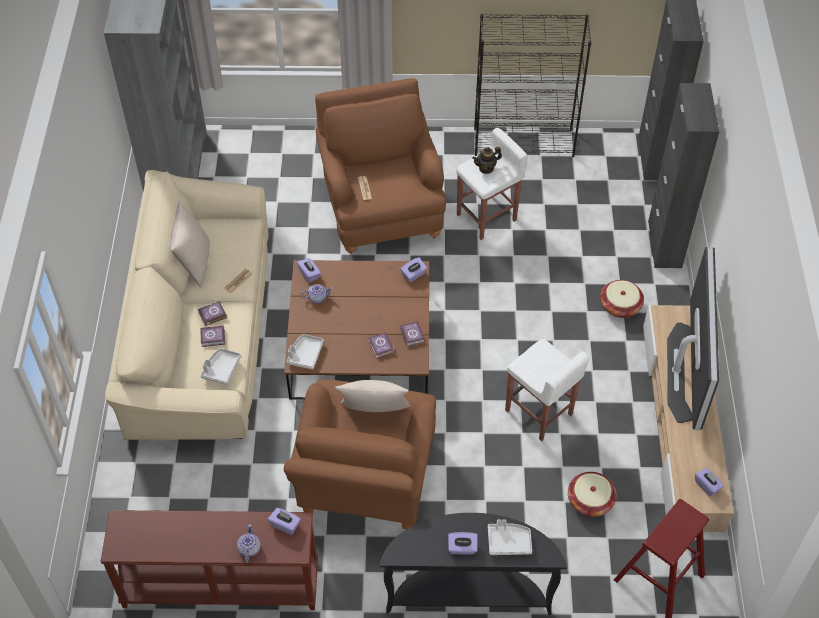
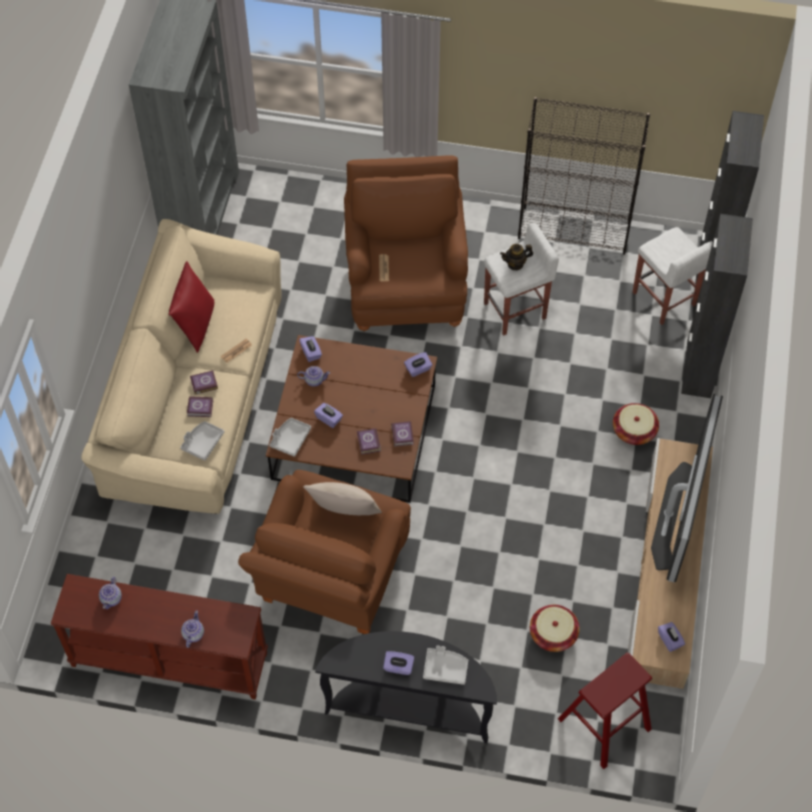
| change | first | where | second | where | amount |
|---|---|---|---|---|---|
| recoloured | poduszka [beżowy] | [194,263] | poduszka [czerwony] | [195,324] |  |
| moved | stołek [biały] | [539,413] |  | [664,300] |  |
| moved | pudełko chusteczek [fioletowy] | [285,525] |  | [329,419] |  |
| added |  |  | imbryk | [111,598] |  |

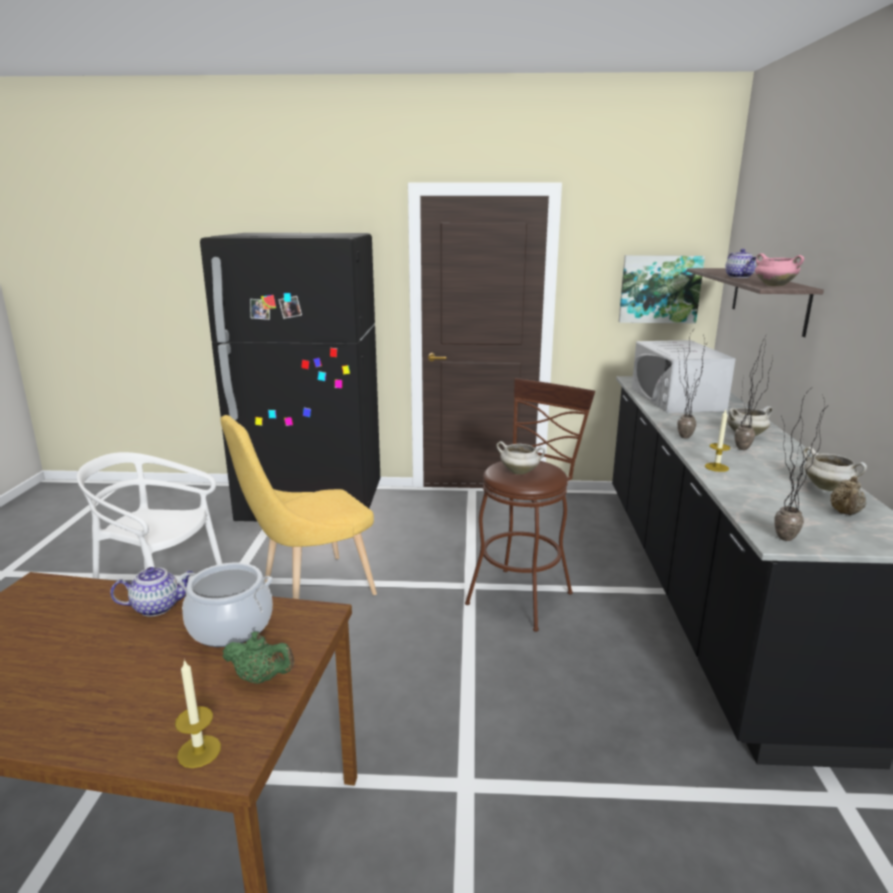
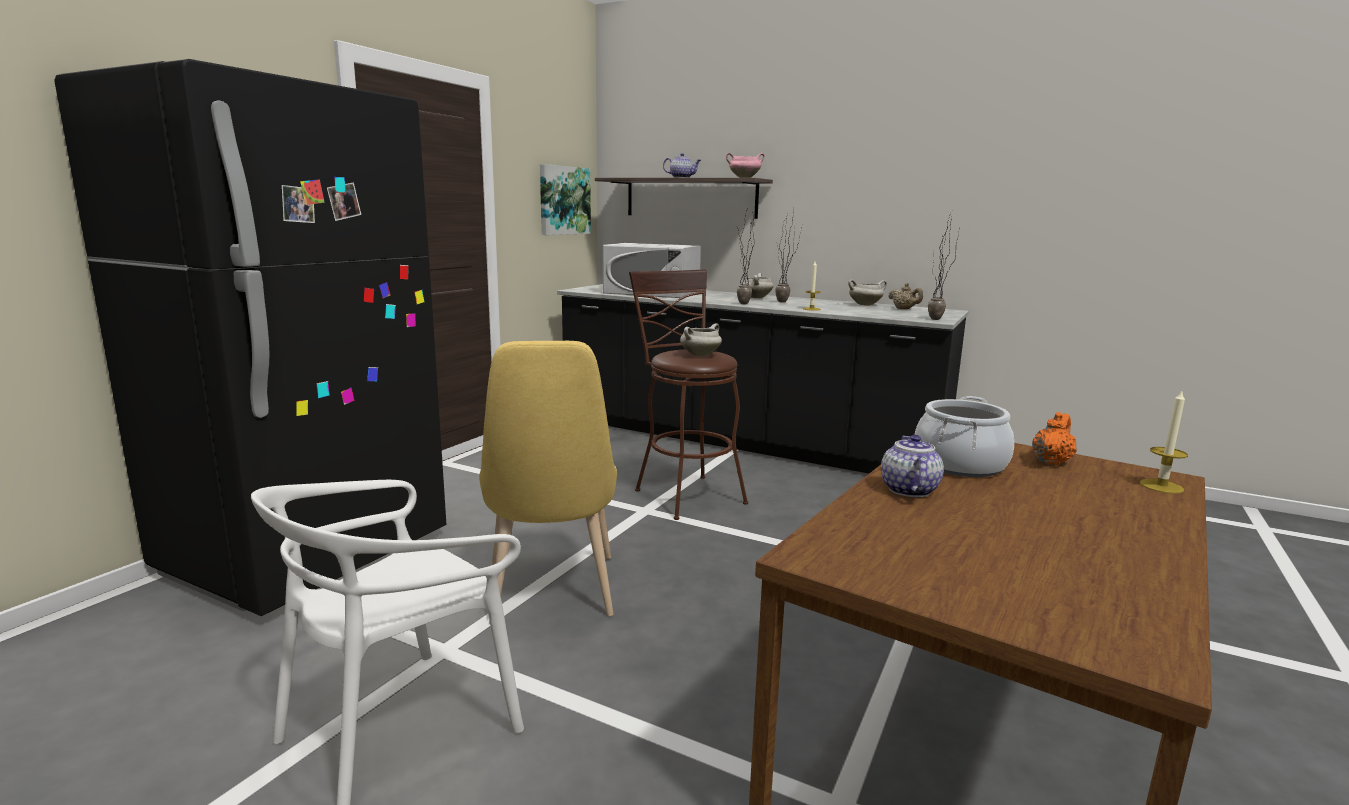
| change | first | where | second | where | amount |
|---|---|---|---|---|---|
| recoloured | imbryk [zielony] | [261,678] | imbryk [pomarańczowy] | [1051,461] |  |

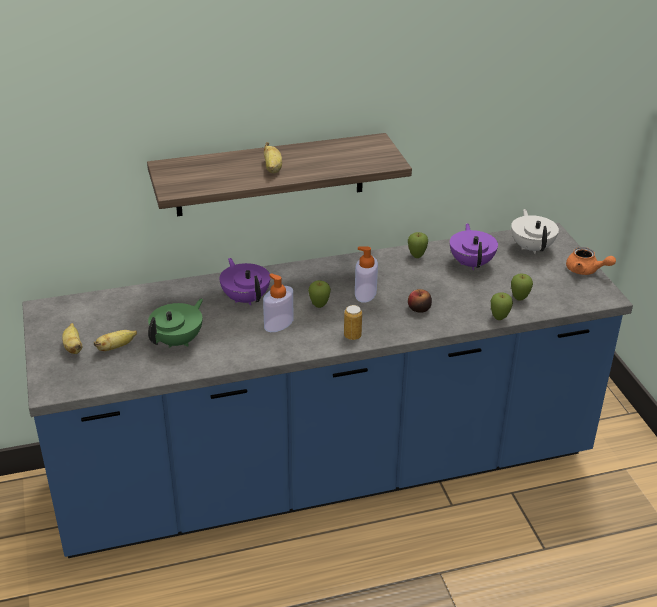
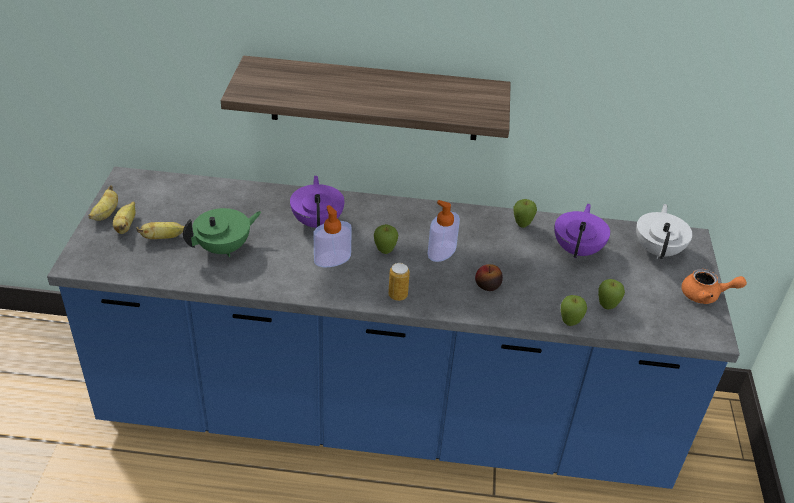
| change | first | where | second | where | amount |
|---|---|---|---|---|---|
| moved | banan | [272,169] |  | [106,214] |  |
| turned | imbryk [pomarańczowy] | [586,270] |  | [706,295] | 45 degrees counterclockwise |

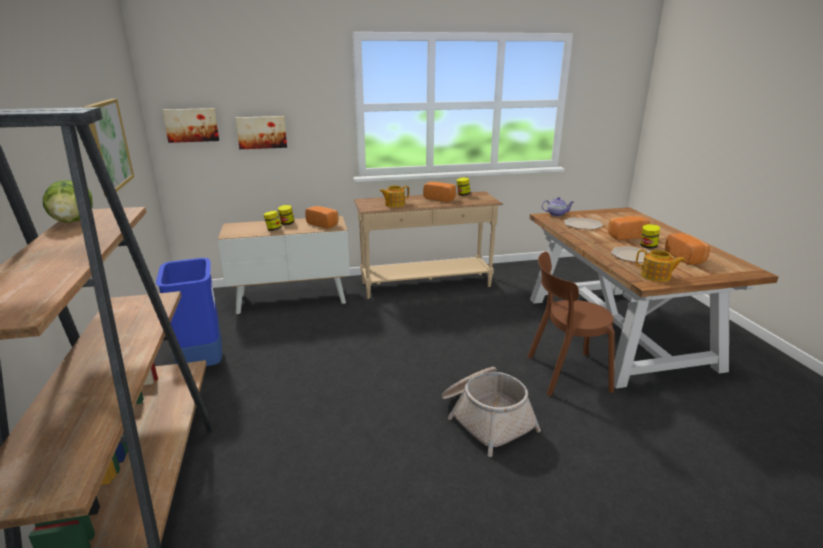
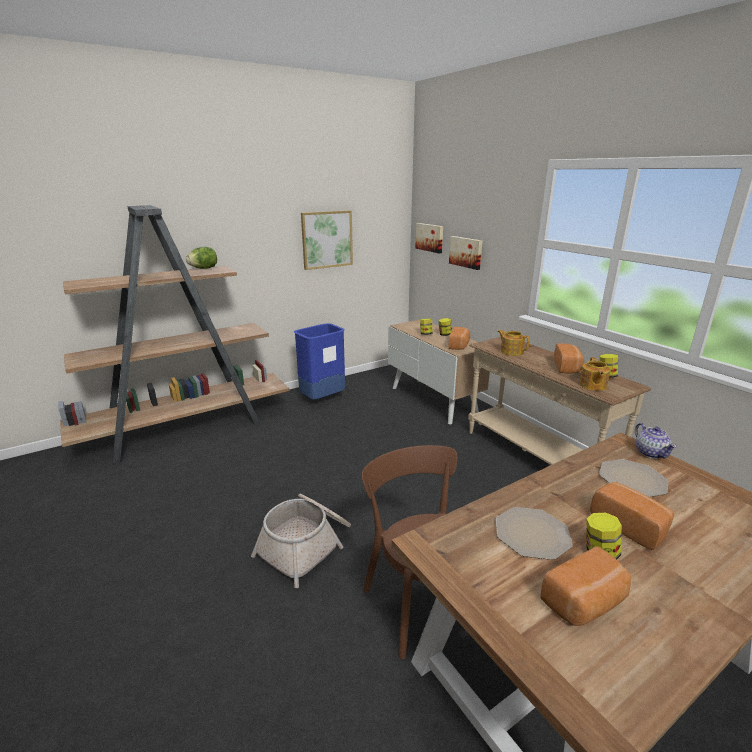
| change | first | where | second | where | amount |
|---|---|---|---|---|---|
| moved | imbryk | [656,276] |  | [592,385] |  |

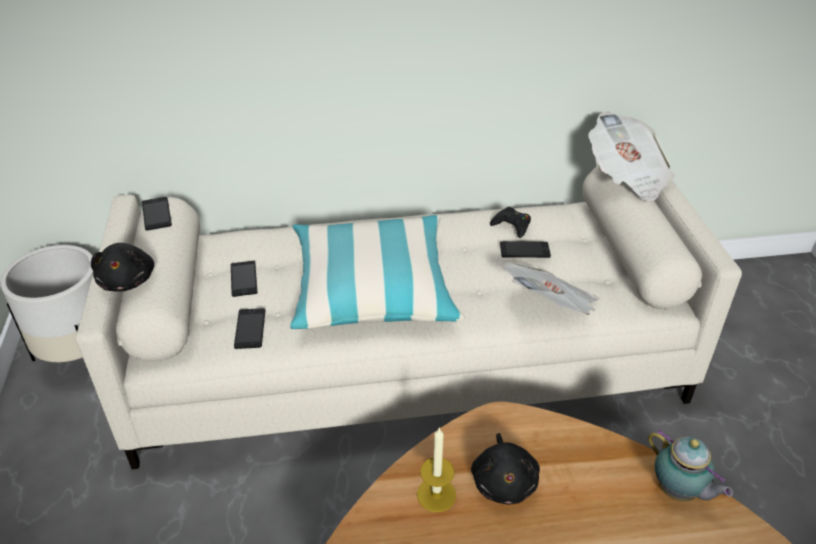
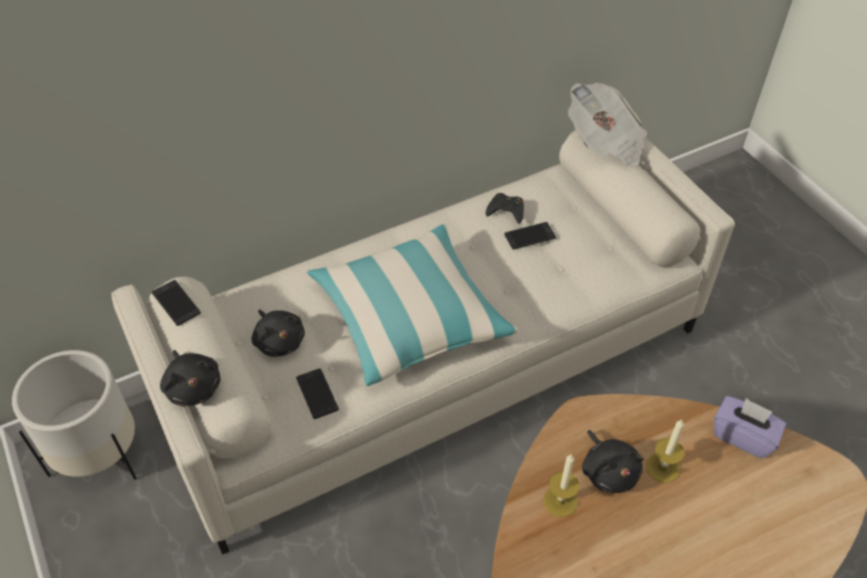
| change | first | where | second | where | amount |
|---|---|---|---|---|---|
| replaced | telefon | [243,279] | pluszak [czarny] | [279,341] |  |
| removed | gazeta | [551,307] |  |  |  |
| replaced | imbryk | [678,492] | pudełko chusteczek [fioletowy] | [743,436] |  |
| added |  |  | świeca | [662,467] |  |

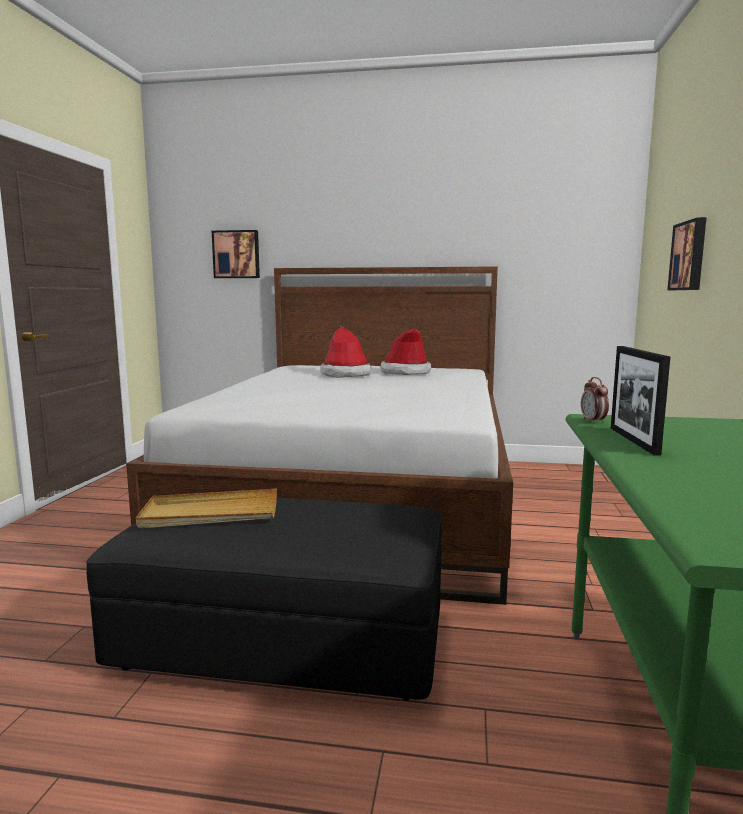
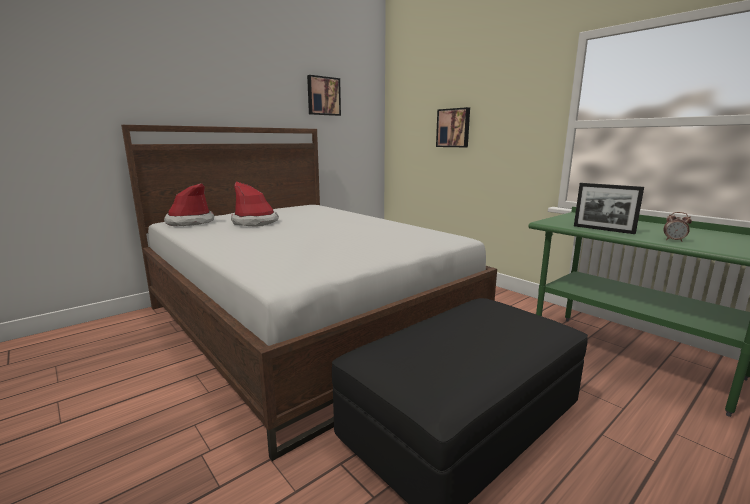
| change | first | where | second | where | amount |
|---|---|---|---|---|---|
| moved | obraz | [236,254] |  | [323,96] |  |
| moved | kapelusz | [405,372] |  | [190,222] |  |
| moved | budzik | [593,421] |  | [674,240] |  |
| removed | taca [beżowy] | [210,514] |  |  |  |

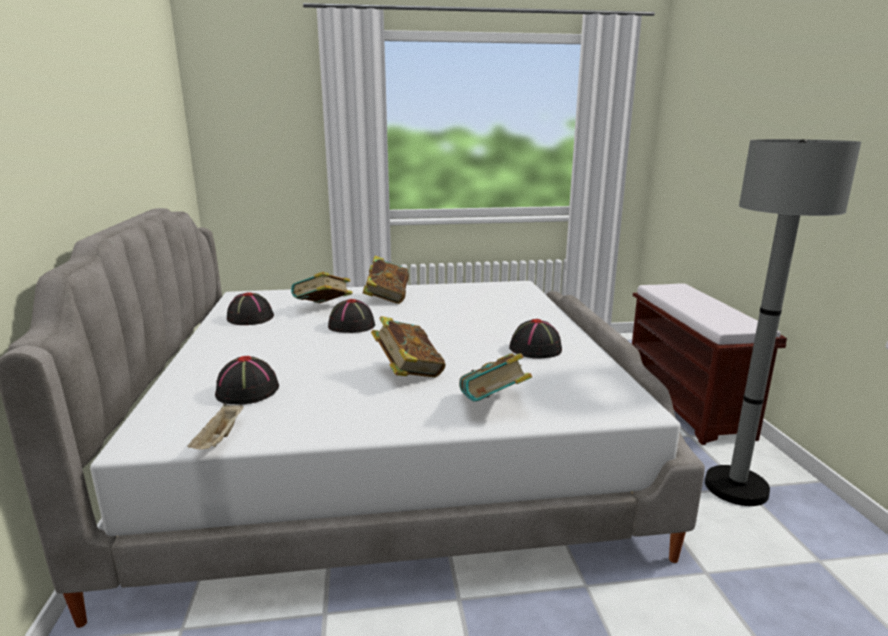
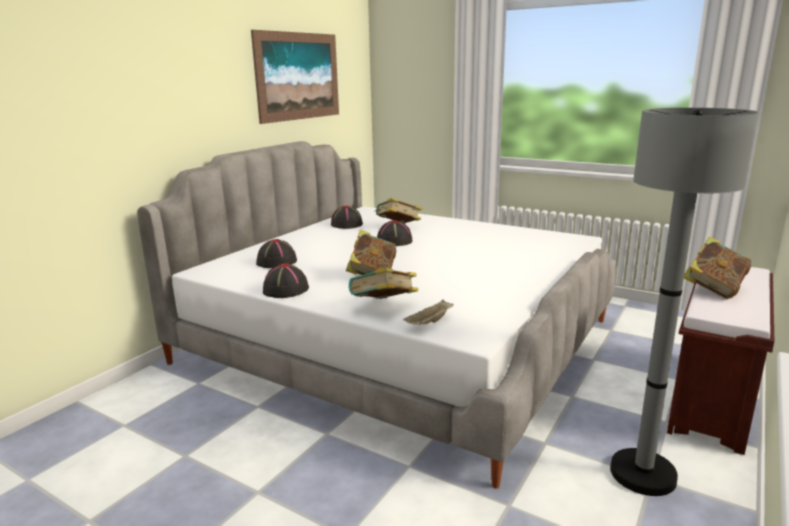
| change | first | where | second | where | amount |
|---|---|---|---|---|---|
| moved | książka | [387,299] |  | [713,289] |  |
| moved | kapelusz [czarny] | [536,349] |  | [285,290] |  |
| moved | taca [beżowy] | [220,439] |  | [429,323] |  |
| added |  |  | obraz | [298,76] |  |

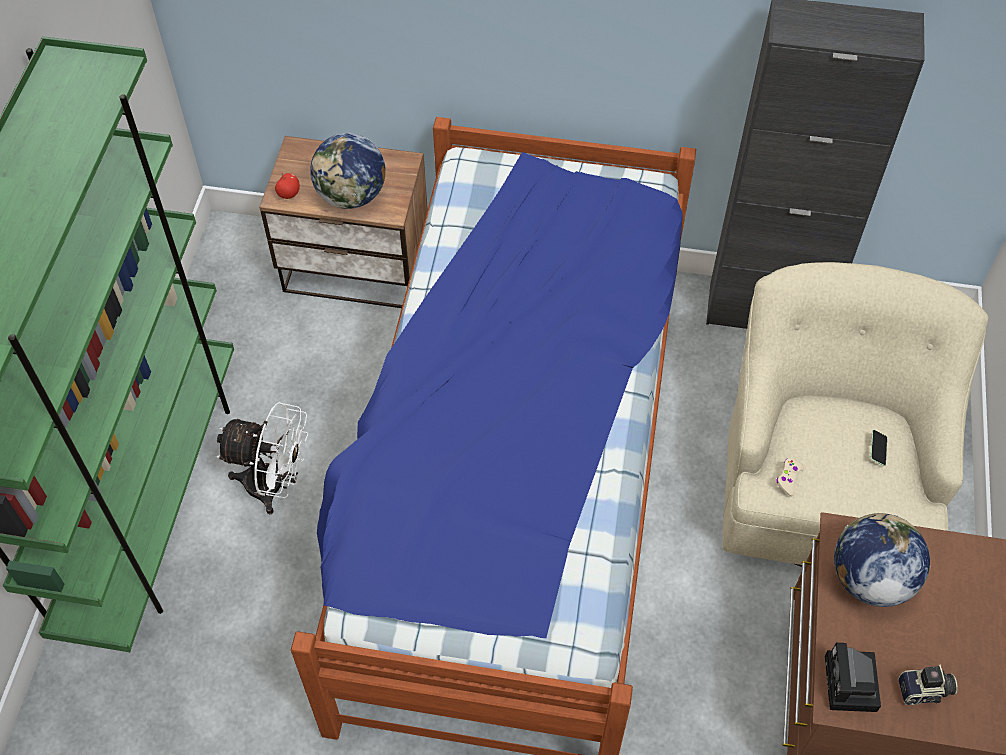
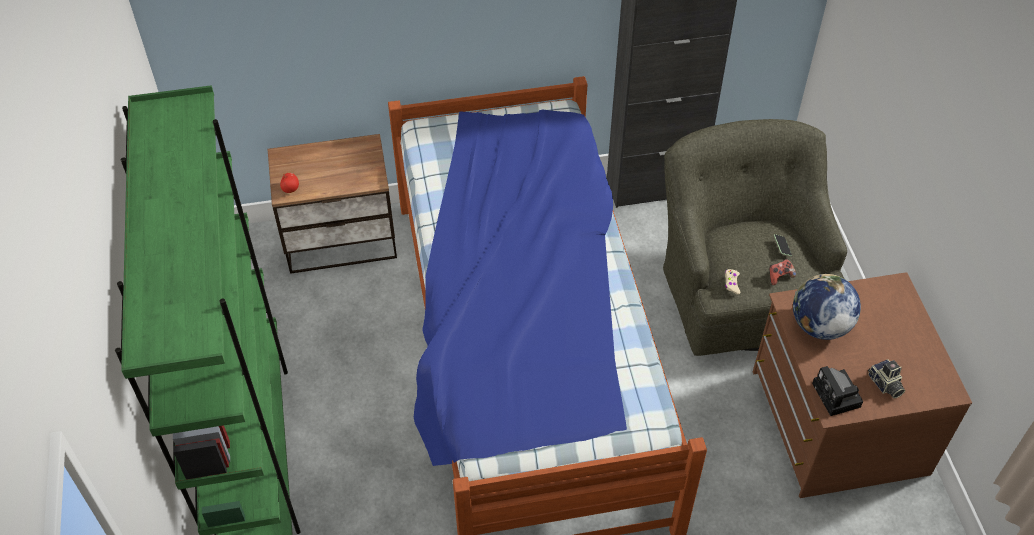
| change | first | where | second | where | amount |
|---|---|---|---|---|---|
| removed | globus | [352,196] |  |  |  |
| recoloured | fotel [beżowy] | [823,478] | fotel [zielony] | [741,287] |  |
| removed | wentylator [biały] | [275,486] |  |  |  |
| turned | aparat fotograficzny | [924,692] |  | [884,385] | 90 degrees clockwise |
| added |  |  | pad do gier | [779,276] |  |

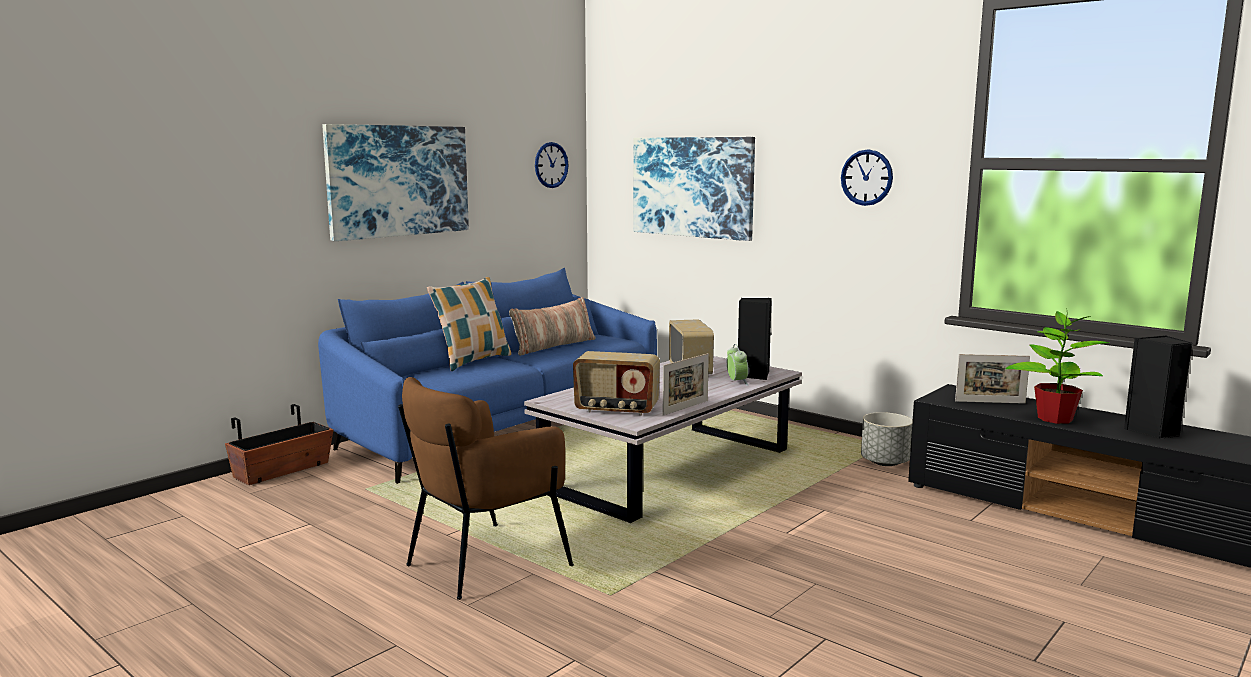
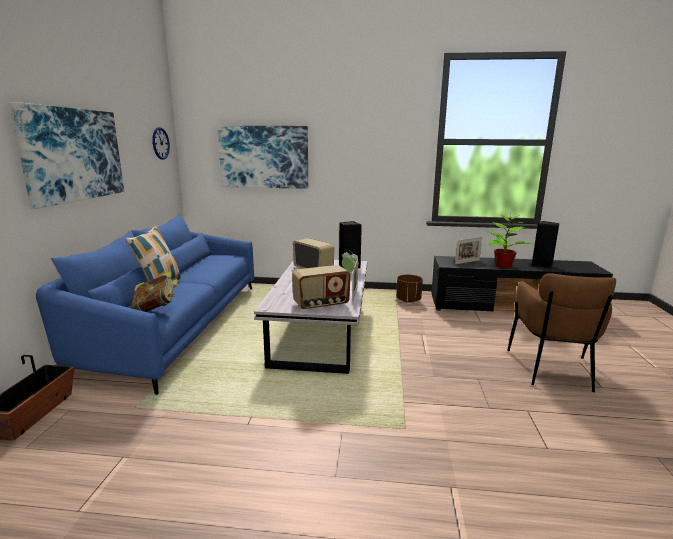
| change | first | where | second | where | amount |
|---|---|---|---|---|---|
| removed | zegar ścienny | [866,177] |  |  |  |
| removed | poduszka | [553,346] |  |  |  |
| moved | fotel [brązowy] | [484,563] |  | [552,370] |  |
| recoloured | donica [szary] | [885,462] | donica [brązowy] | [408,300] |  |
| added |  |  | książka | [157,310] |  |

